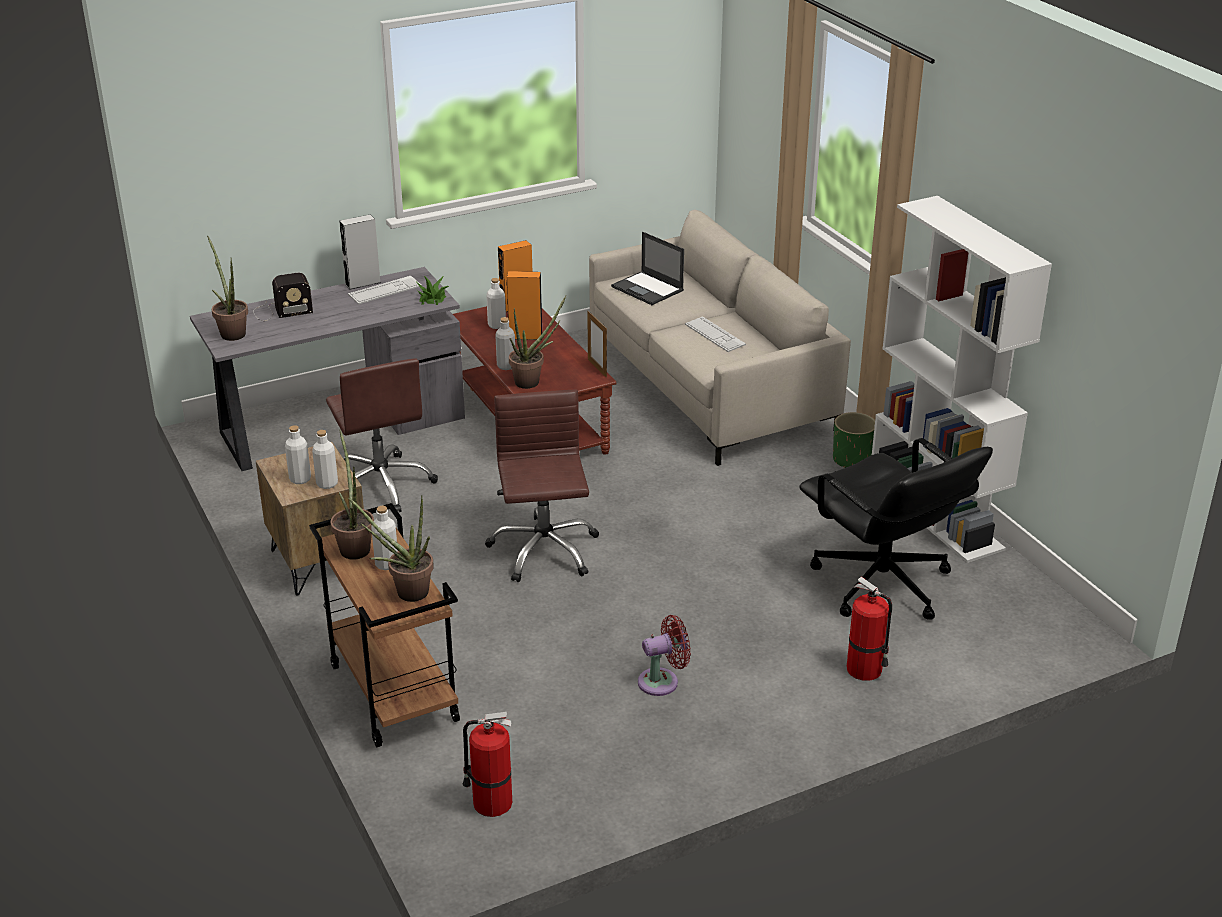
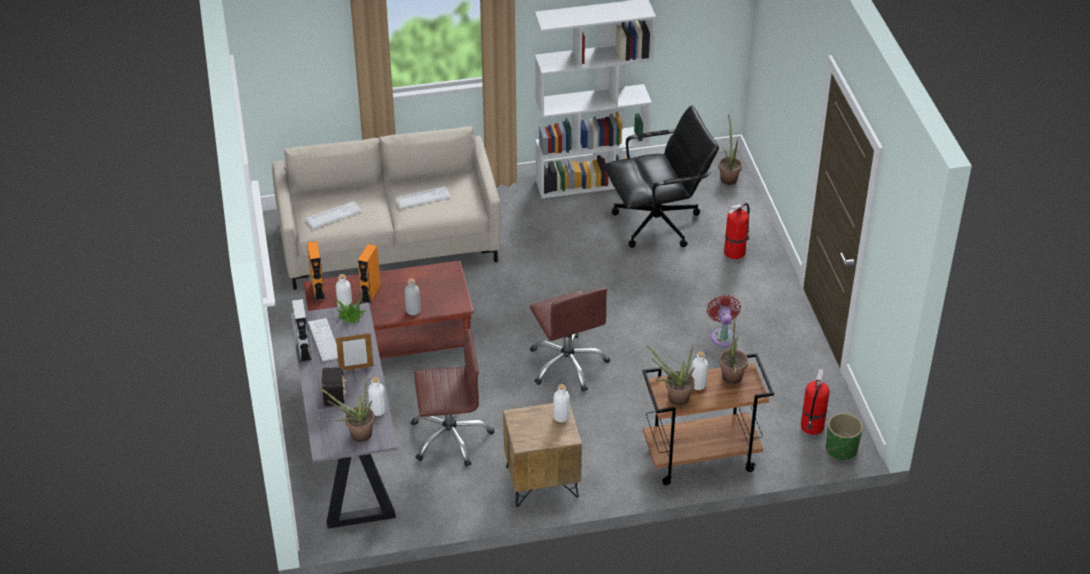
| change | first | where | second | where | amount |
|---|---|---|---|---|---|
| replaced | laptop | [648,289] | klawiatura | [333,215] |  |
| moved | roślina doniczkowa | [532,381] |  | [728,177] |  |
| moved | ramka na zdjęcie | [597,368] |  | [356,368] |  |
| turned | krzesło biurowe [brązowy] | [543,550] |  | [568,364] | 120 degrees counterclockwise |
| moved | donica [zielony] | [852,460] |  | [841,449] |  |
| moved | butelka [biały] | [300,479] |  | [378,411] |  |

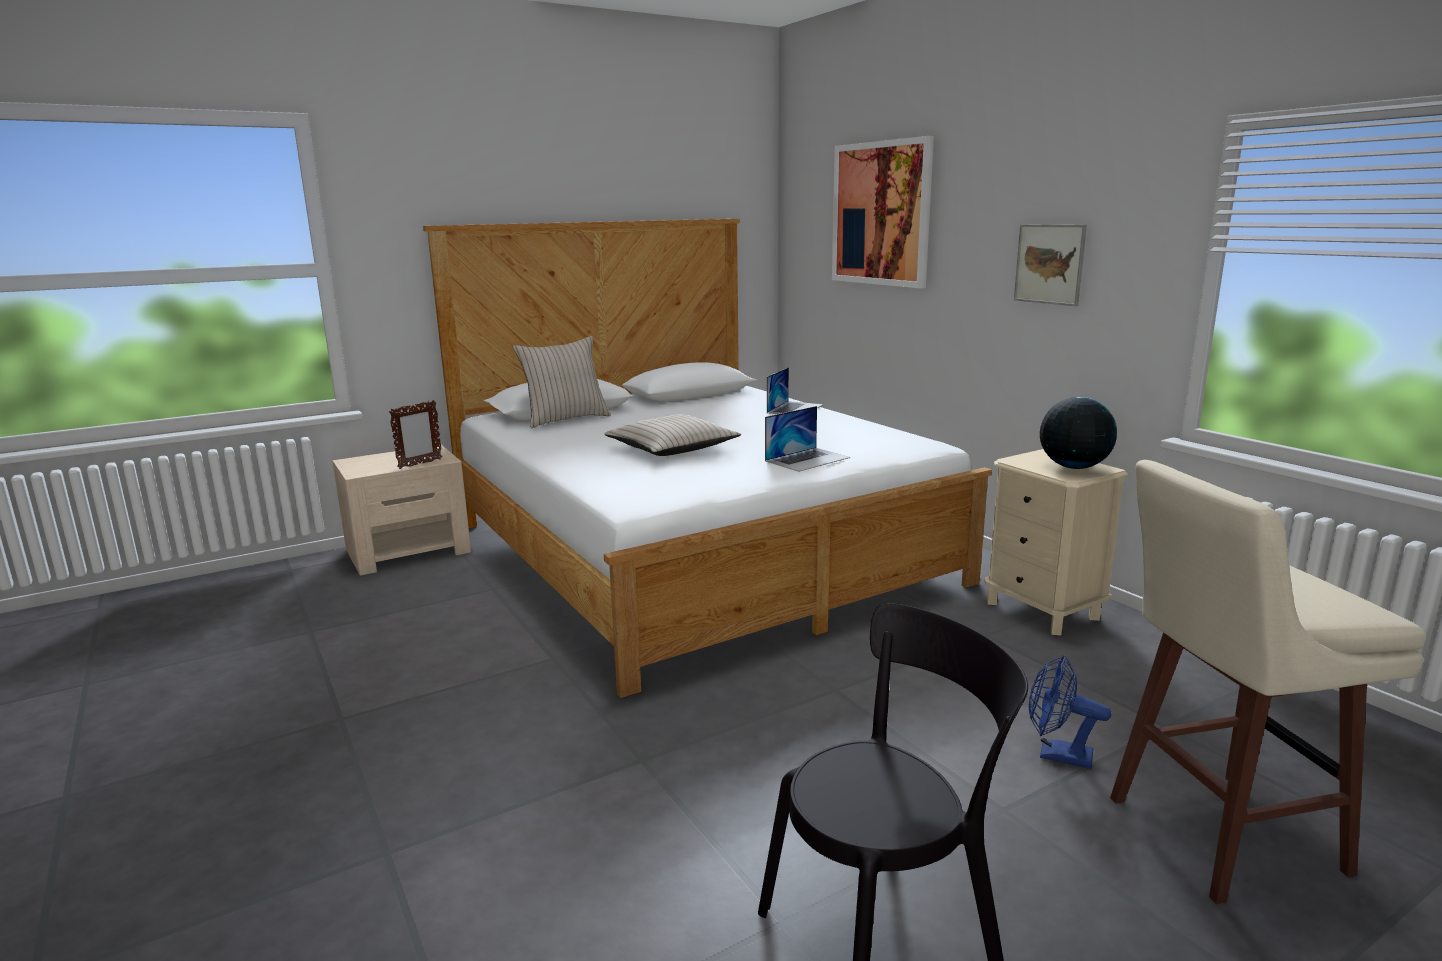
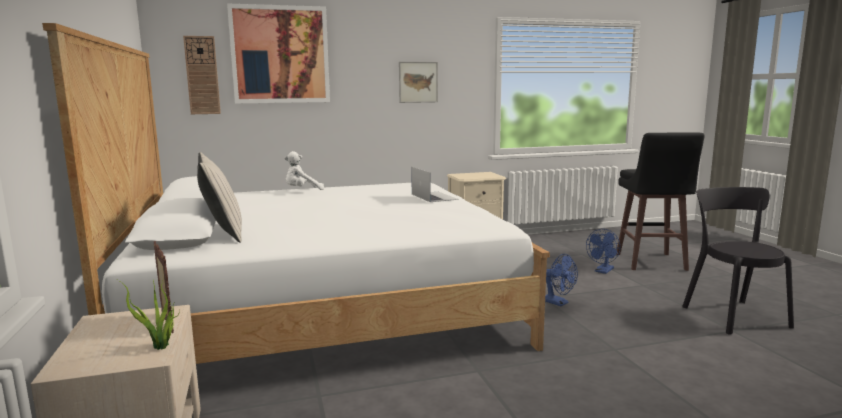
| change | first | where | second | where | amount |
|---|---|---|---|---|---|
| replaced | laptop | [795,408] | pluszak [biały] | [302,190] |  |
| removed | globus | [1073,467] |  |  |  |
| removed | poduszka [beżowy] | [671,448] |  |  |  |
| recoloured | stołek [beżowy] | [1217,835] | stołek [czarny] | [650,262] |  |
| added |  |  | zegar ścienny | [202,75] |  |
| added |  |  | wentylator [niebieski] | [558,303] |  |
| added |  |  | roślina doniczkowa | [161,347] |  |

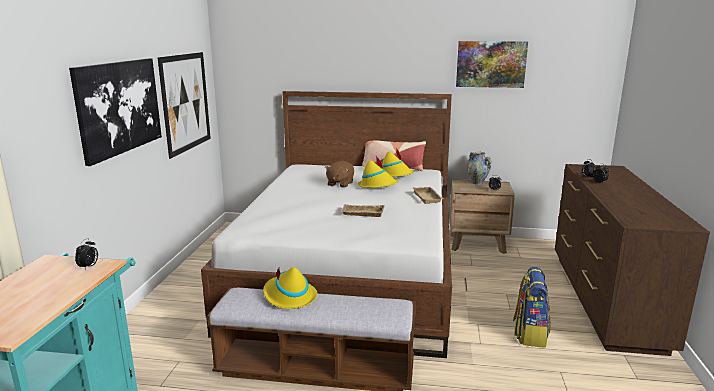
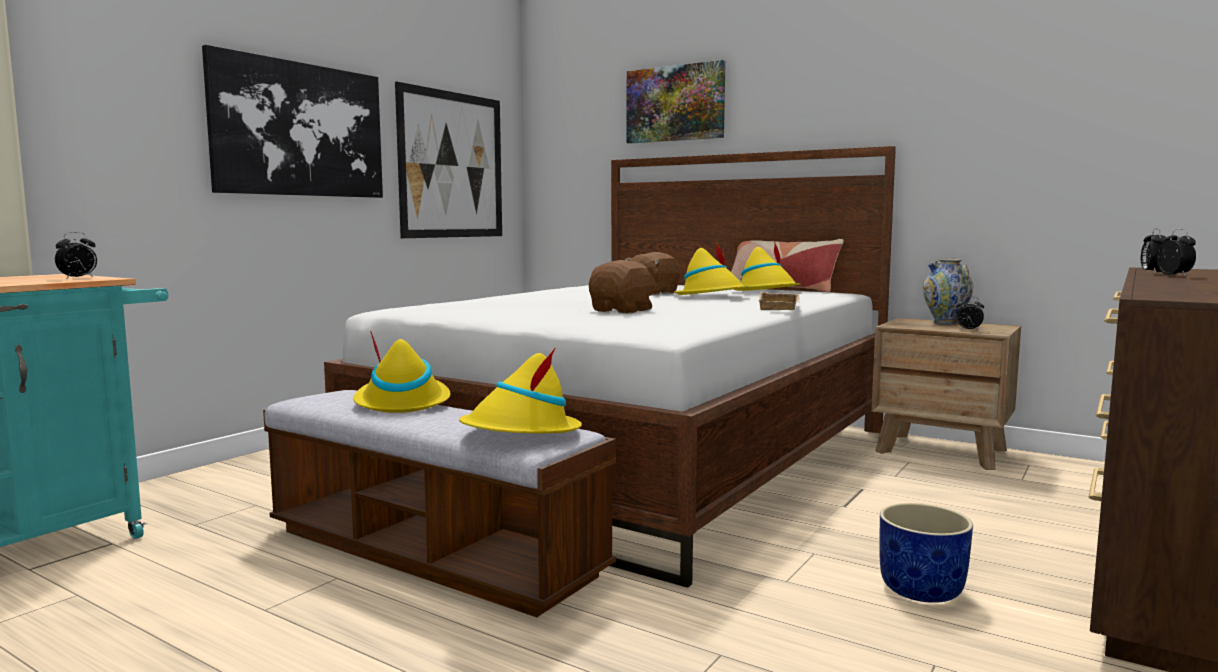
| change | first | where | second | where | amount |
|---|---|---|---|---|---|
| moved | obraz | [491,64] |  | [675,104] |  |
| replaced | taca [beżowy] | [362,214] | pluszak [brązowy] | [623,310] |  |
| replaced | plecak | [529,334] | donica [niebieski] | [921,589] |  |
| added |  |  | kapelusz [żółty] | [521,432] |  |

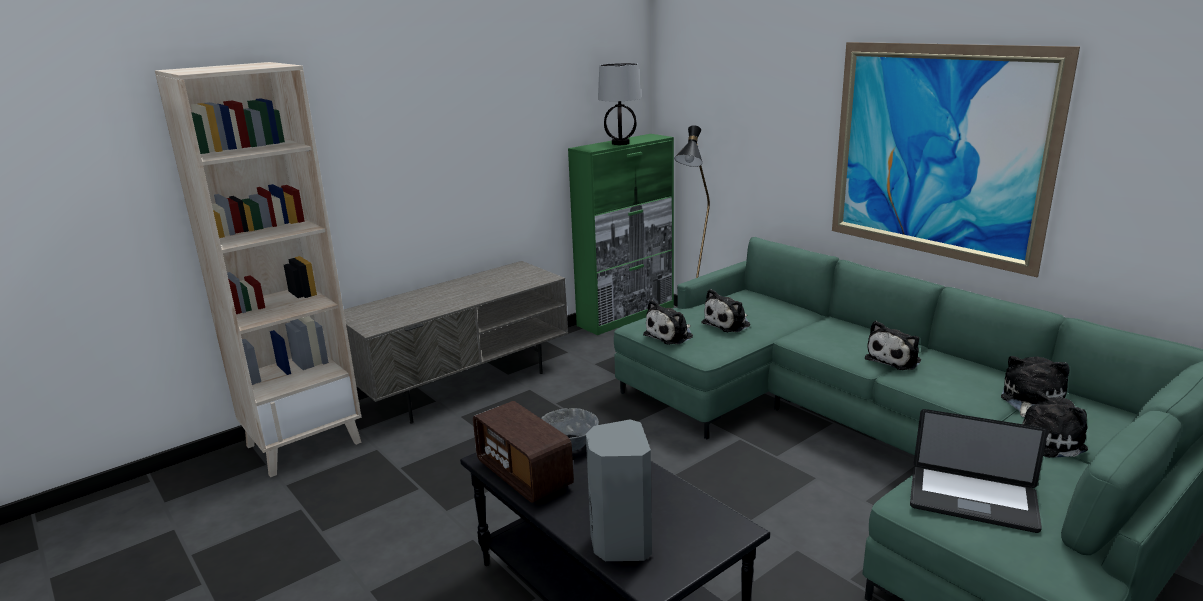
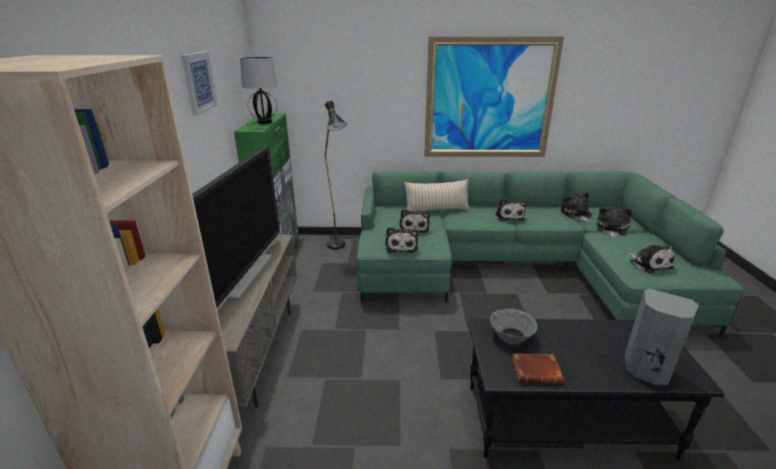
| change | first | where | second | where | amount |
|---|---|---|---|---|---|
| replaced | radio | [524,475] | książka [brązowy] | [536,371] |  |
| replaced | laptop | [972,500] | pluszak | [649,264] |  |
| added |  |  | obraz | [198,82] |  |
| added |  |  | telewizor | [244,275] |  |
| added |  |  | poduszka [beżowy] | [436,210] |  |

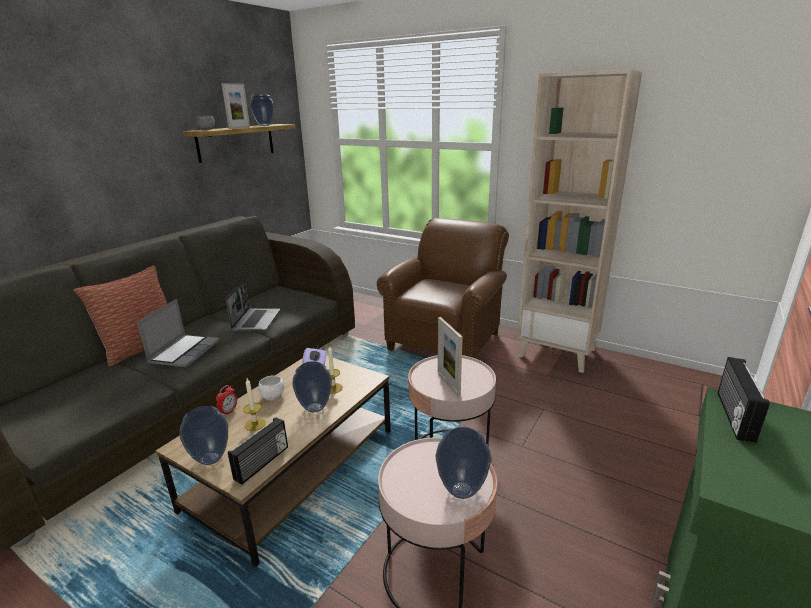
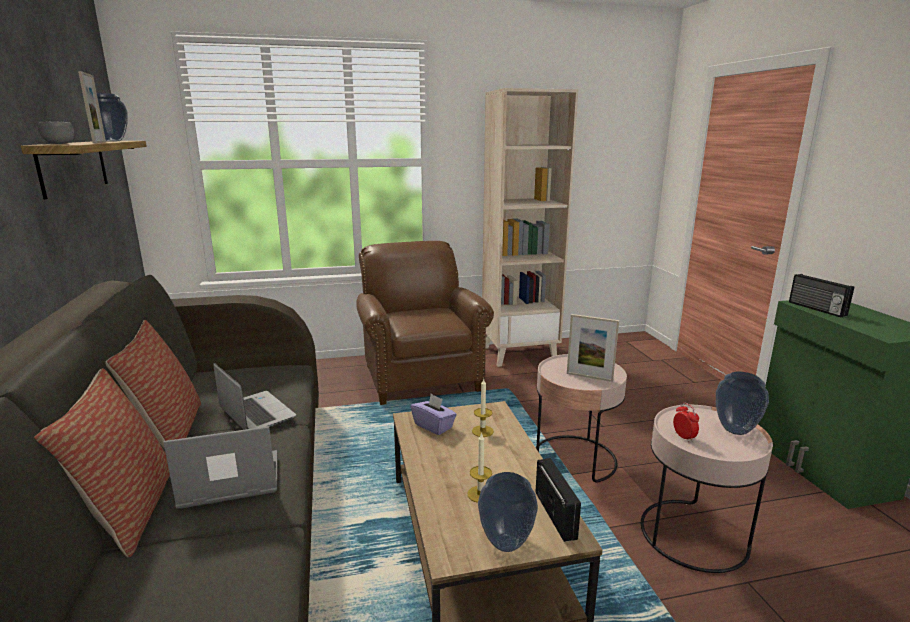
| change | first | where | second | where | amount |
|---|---|---|---|---|---|
| turned | laptop | [184,351] |  | [229,482] | 75 degrees counterclockwise |
| removed | wazon | [315,408] |  |  |  |
| removed | miska [biały] | [272,396] |  |  |  |
| moved | budzik | [228,412] |  | [683,437] |  |
| added |  |  | poduszka | [168,432] |  |

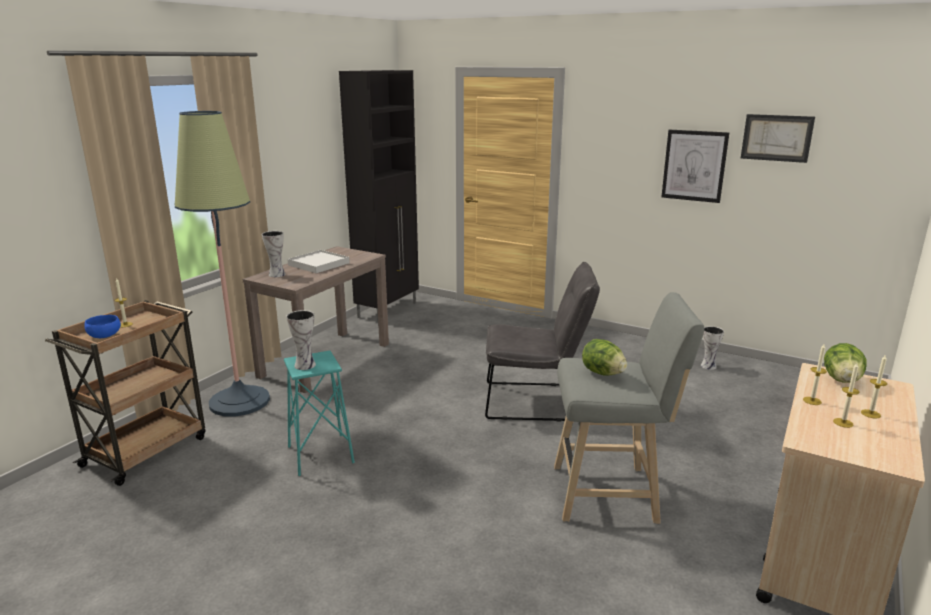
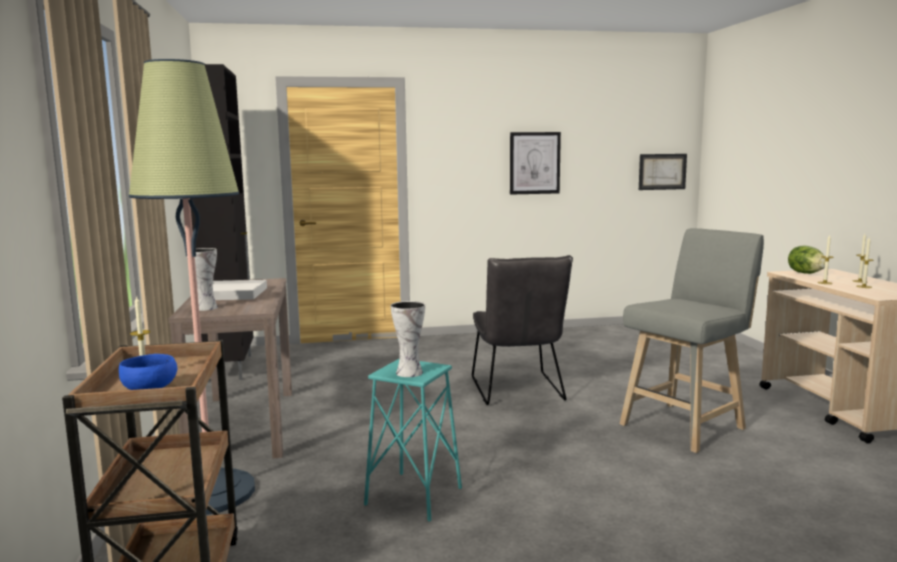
| change | first | where | second | where | amount |
|---|---|---|---|---|---|
| moved | obraz | [776,138] |  | [662,171] |  |
| turned | krzesło [szary] | [536,402] |  | [518,391] | 120 degrees clockwise |
| removed | wazon | [709,366] |  |  |  |
| removed | sałata | [602,373] |  |  |  |

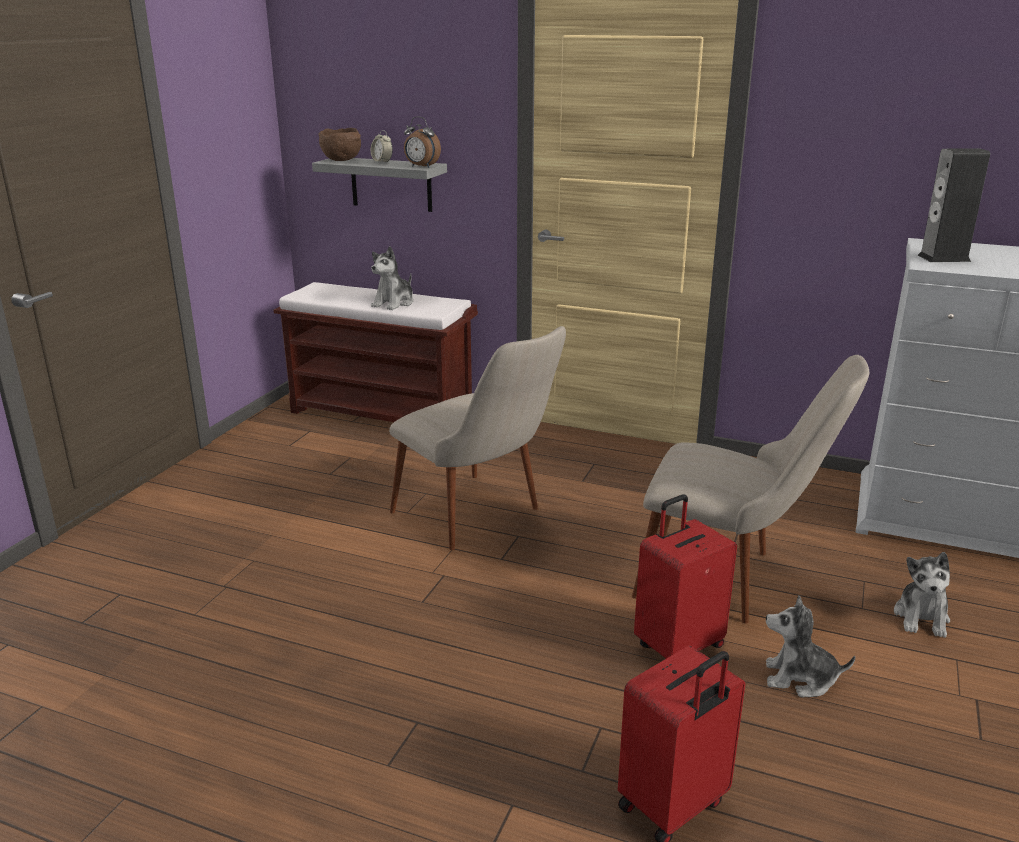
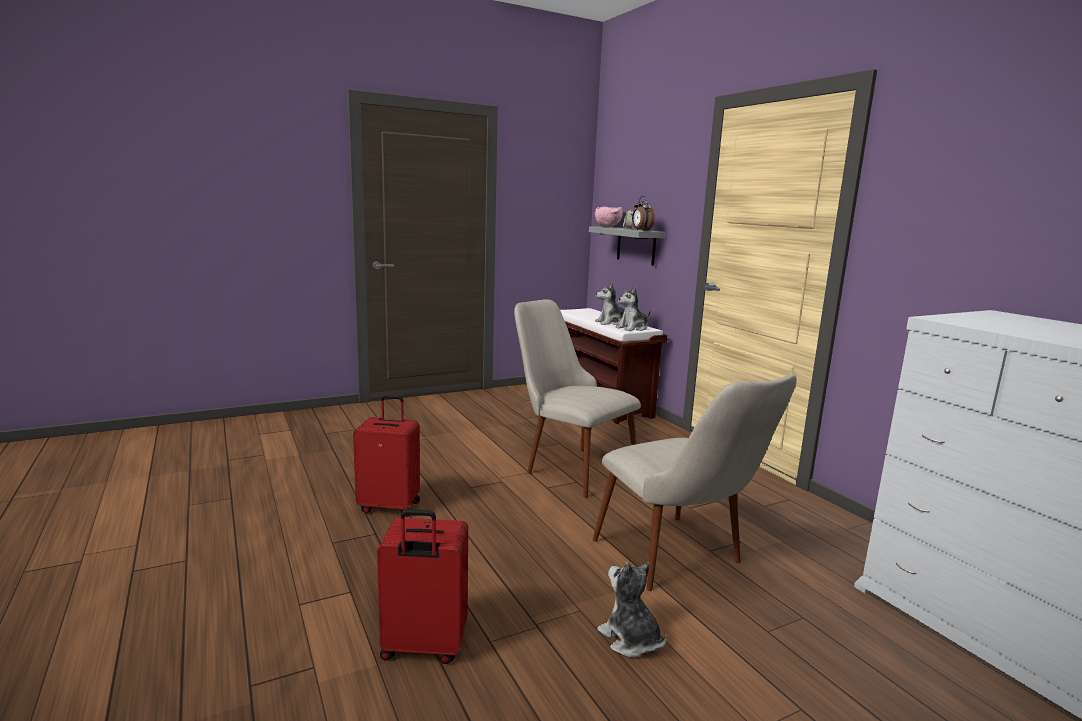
| change | first | where | second | where | amount |
|---|---|---|---|---|---|
| recoloured | miska [brązowy] | [343,160] | miska [różowy] | [608,227] |  |
| removed | głośnik | [943,258] |  |  |  |
| turned | krzesło [beżowy] | [480,519] |  | [568,466] | 135 degrees clockwise |
| moved | walizka [czerwony] | [678,645] |  | [390,506] |  |
| moved | pluszak | [921,617] |  | [633,328] |  |

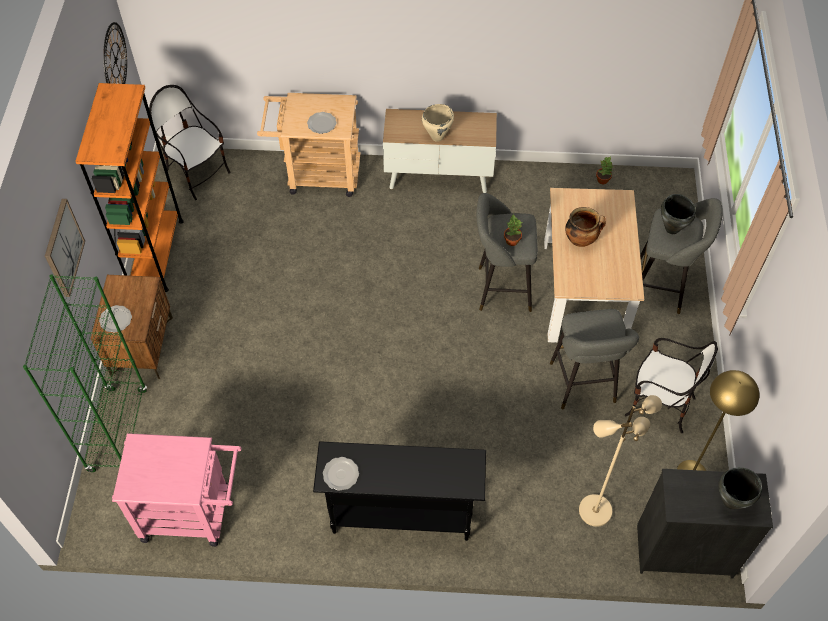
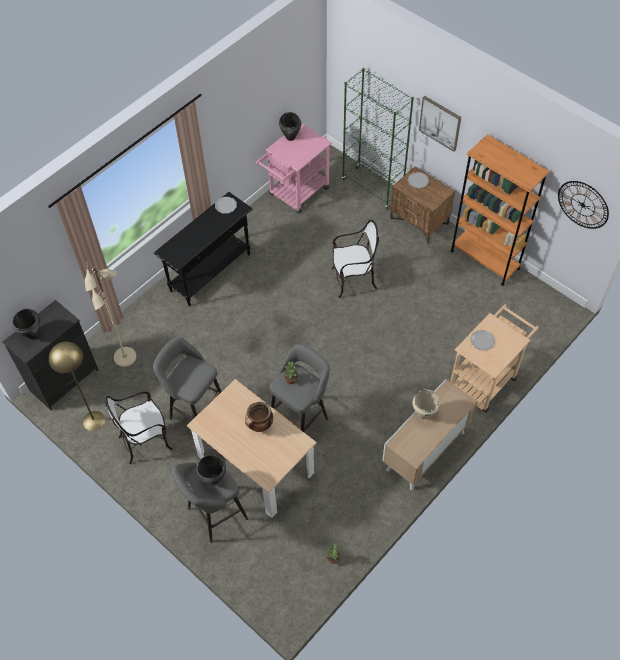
| change | first | where | second | where | amount |
|---|---|---|---|---|---|
| moved | krzesło | [197,174] |  | [353,280] |  |
| added |  |  | garnek [czarny] | [290,137] |  |

